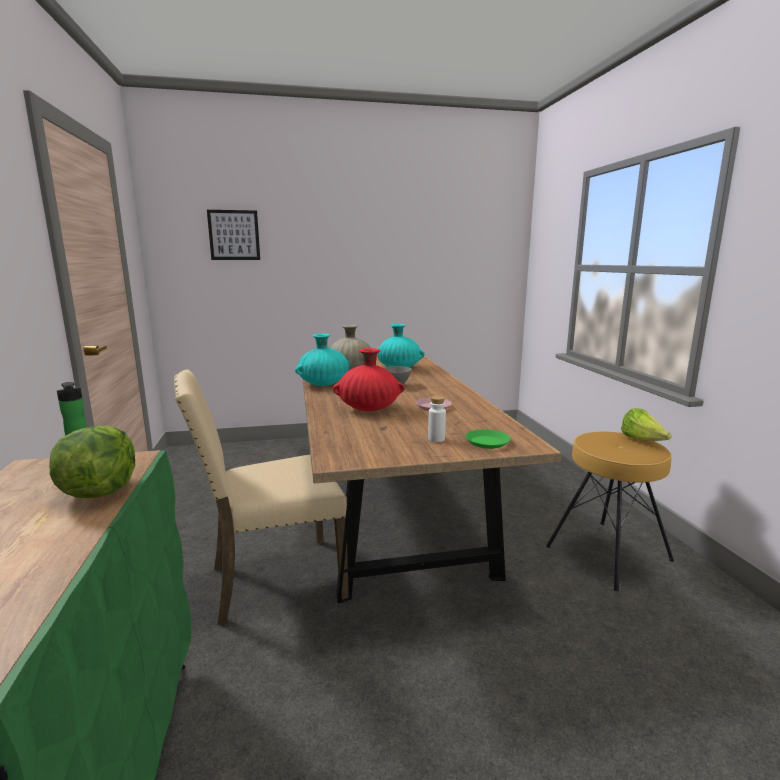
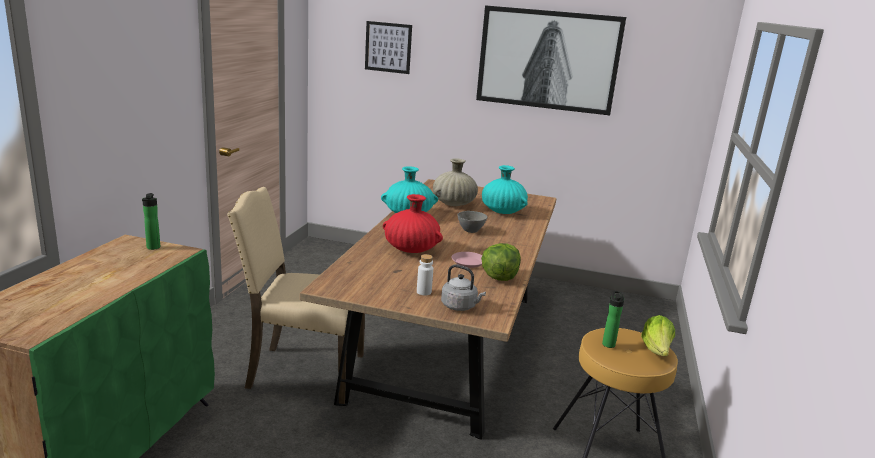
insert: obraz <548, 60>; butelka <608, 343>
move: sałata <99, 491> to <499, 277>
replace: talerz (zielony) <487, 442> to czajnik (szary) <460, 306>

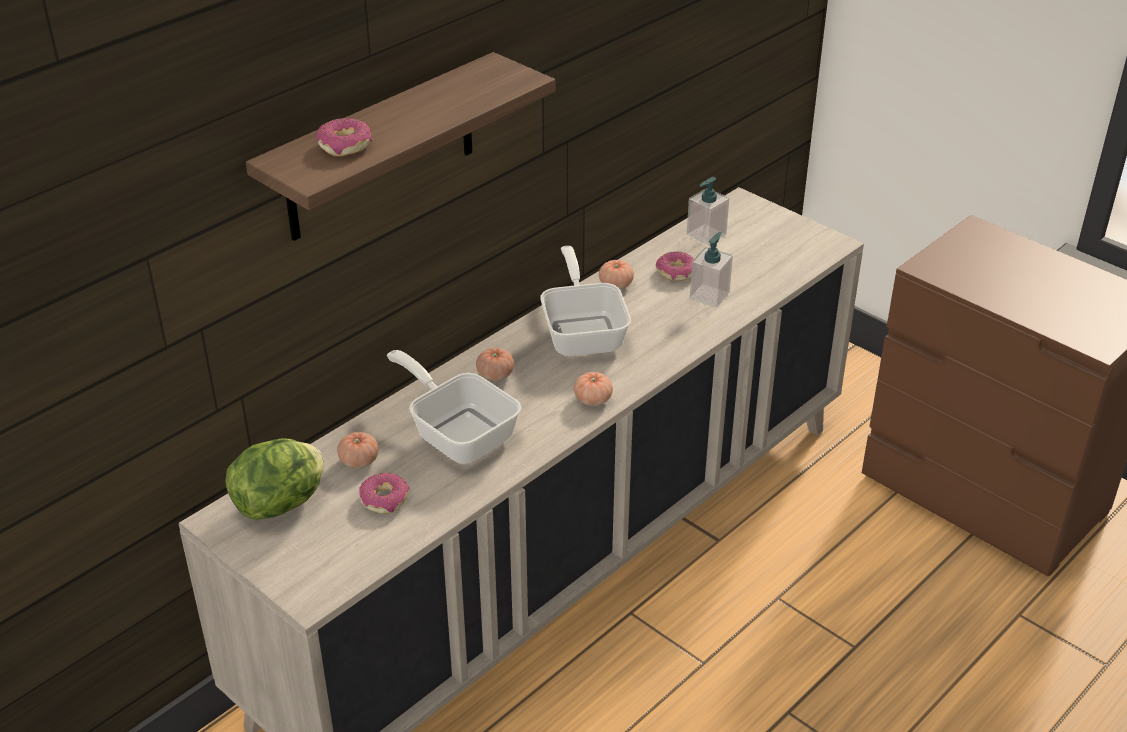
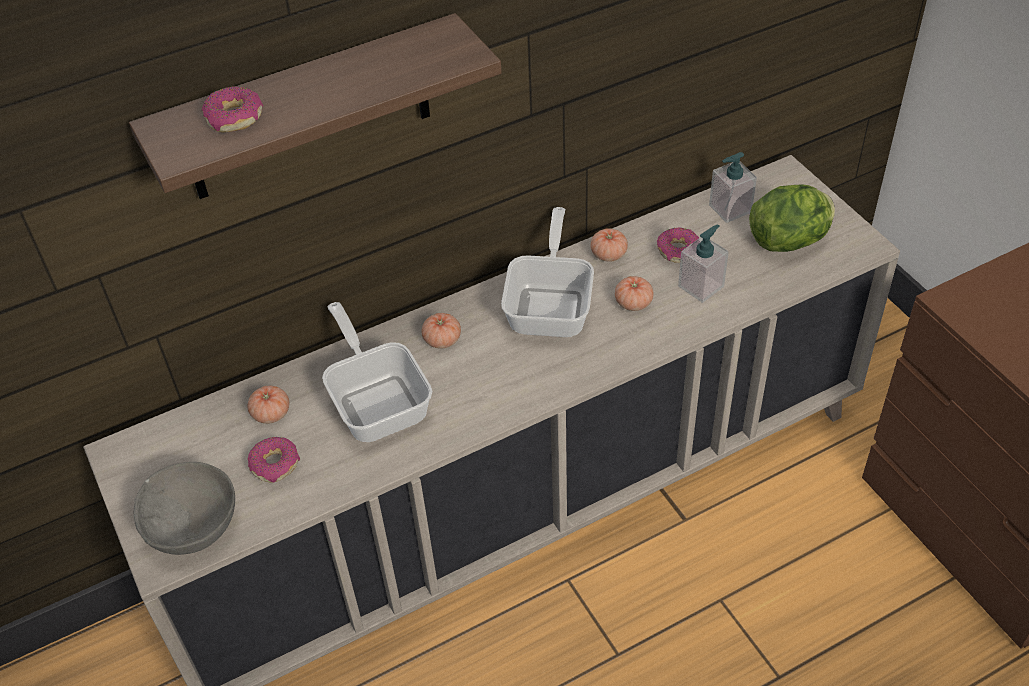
insert: miska (szary) <193, 529>
move: sałata <281, 504> to <790, 241>; pomidor <593, 399> to <633, 303>

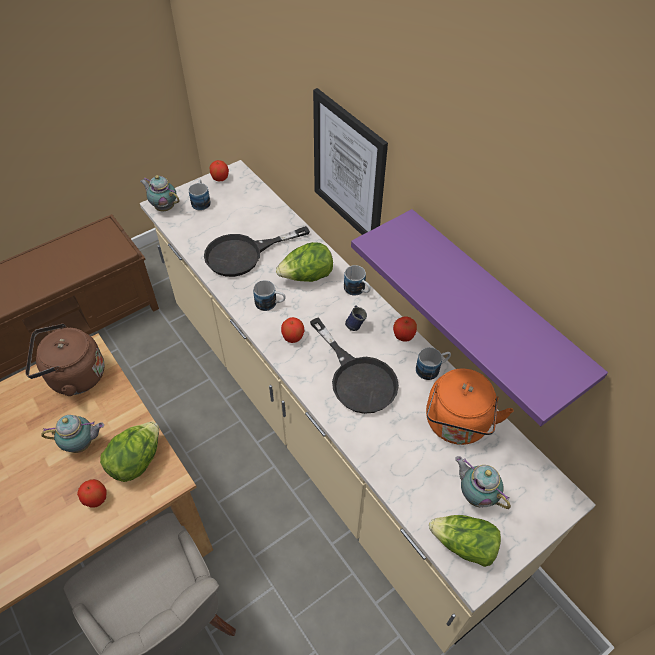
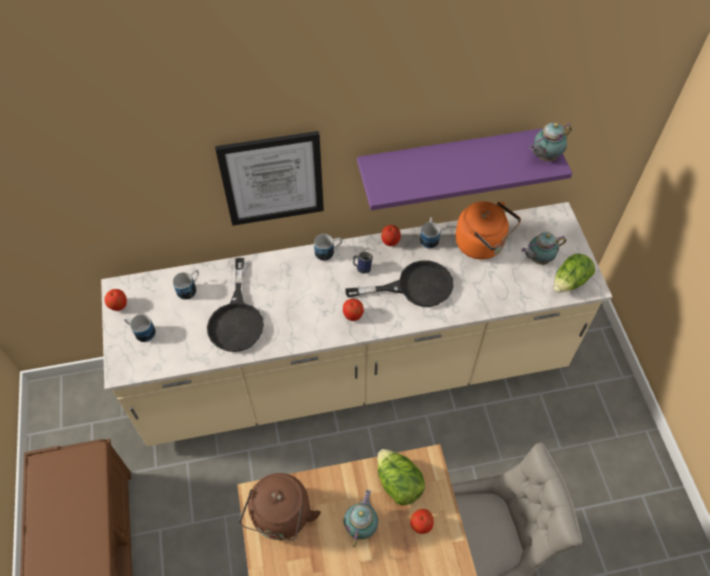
delete: sałata <306, 277>
move: imbryk <164, 207> to <544, 157>; kubek <270, 304> to <190, 288>

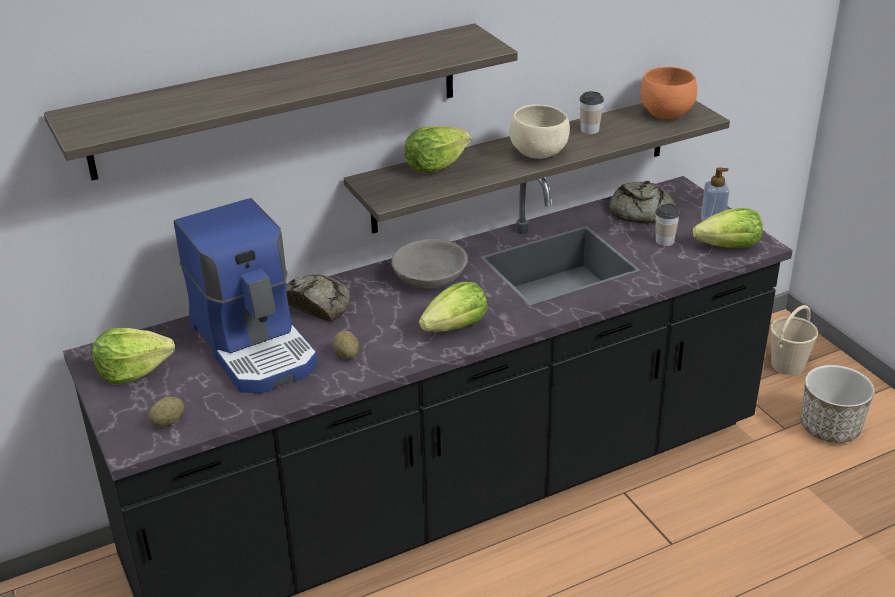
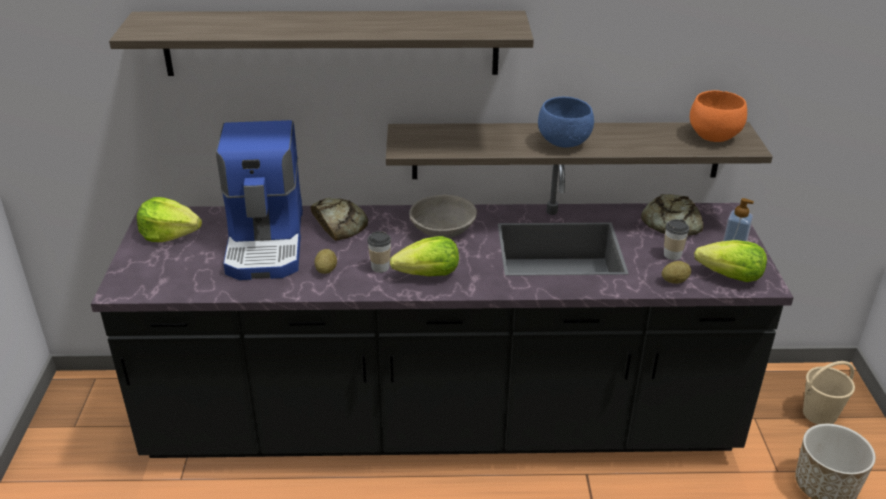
delete: sałata <435, 166>
move: ziemniak <168, 421> to <674, 281>; filiżanka <589, 130> to <380, 267>
recolor: miska (beżowy) <539, 154> to miska (niebieski) <565, 143>

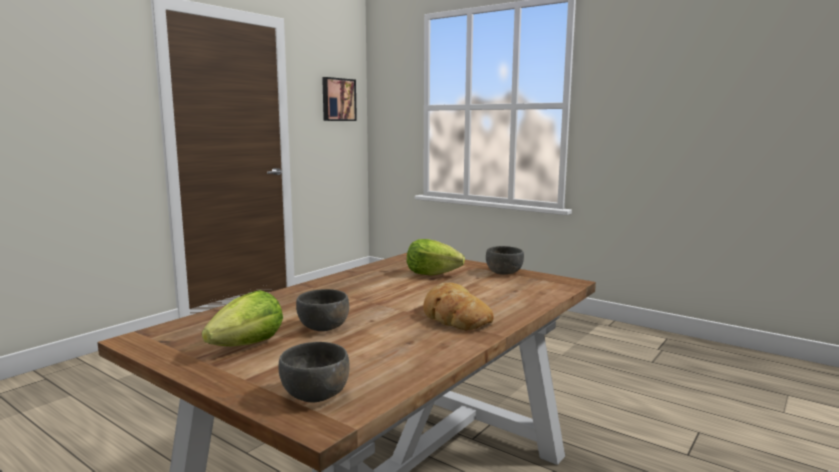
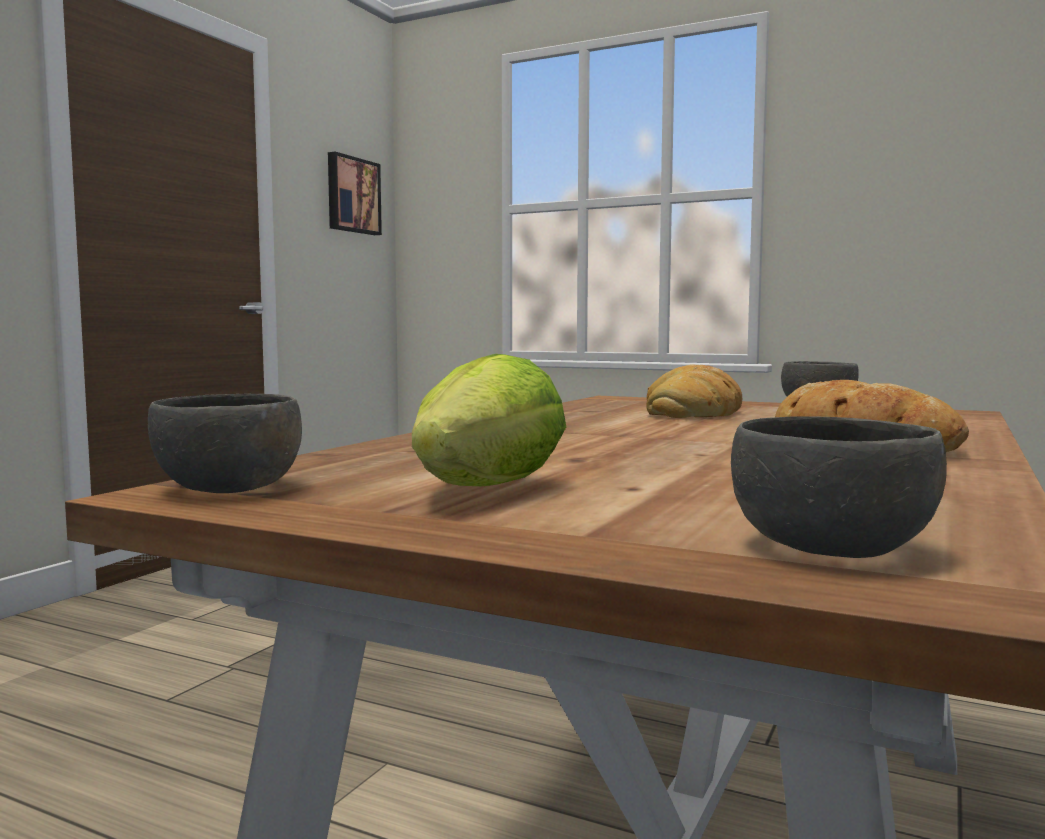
move: miska (szary) <324, 327> to <230, 488>
replace: sałata <432, 274> to chleb <691, 411>

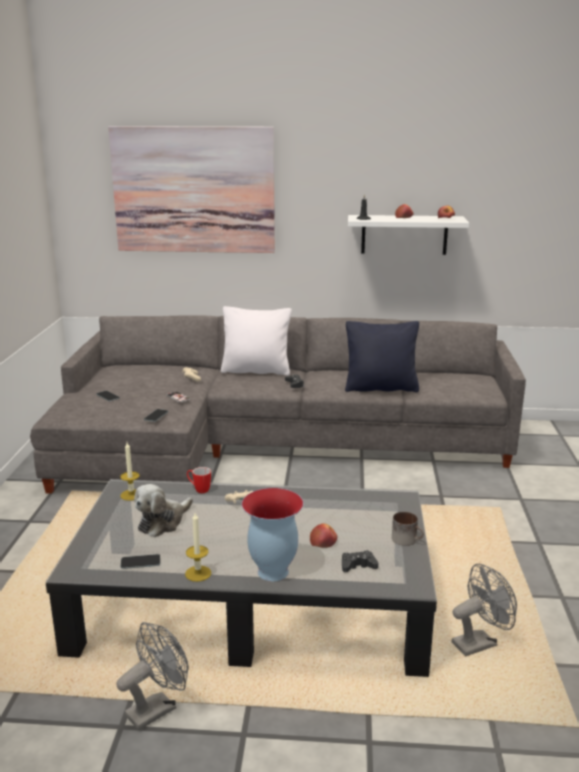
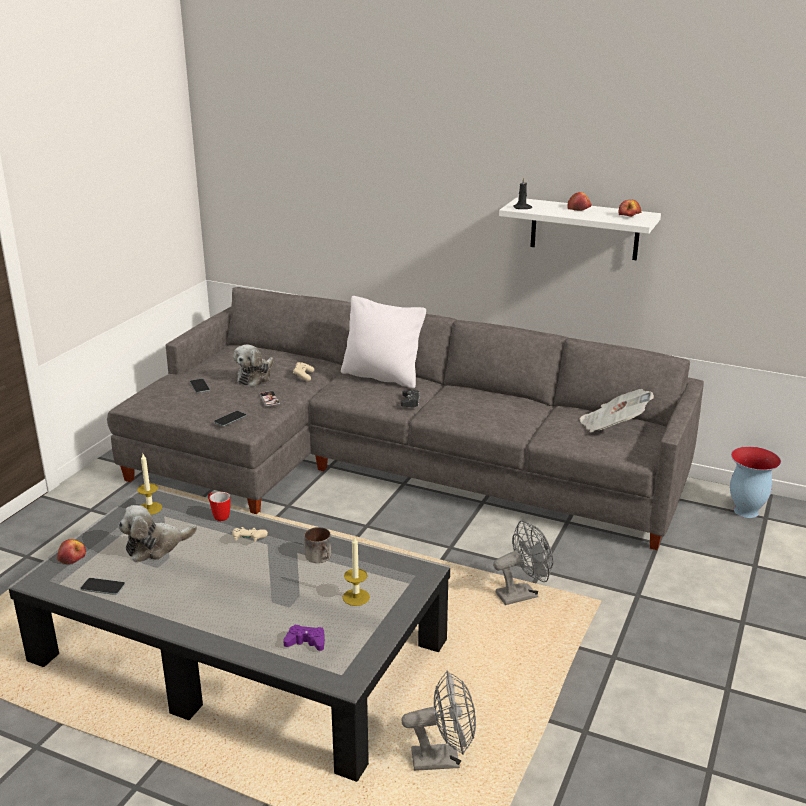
delete: obraz <194, 190>; poduszka (czarny) <381, 388>
insert: pluszak <255, 377>; gazeta <613, 426>
move: wentylator (szary) <157, 708> to <522, 594>; świeca <198, 573> to <356, 597>; wazon <272, 572> to <745, 511>; jabłko <323, 541> to <72, 557>; kubek <407, 539> to <321, 557>
recolor: pad do gier (czarny) <358, 566> to pad do gier (fioletowy) <306, 642>

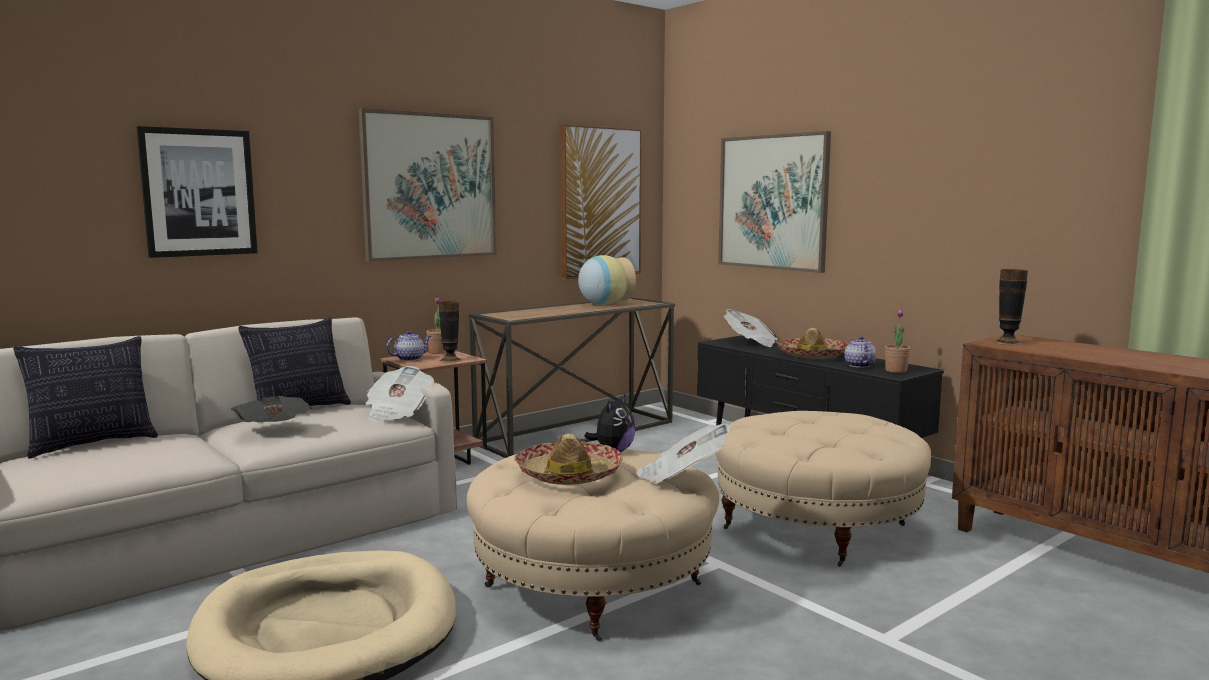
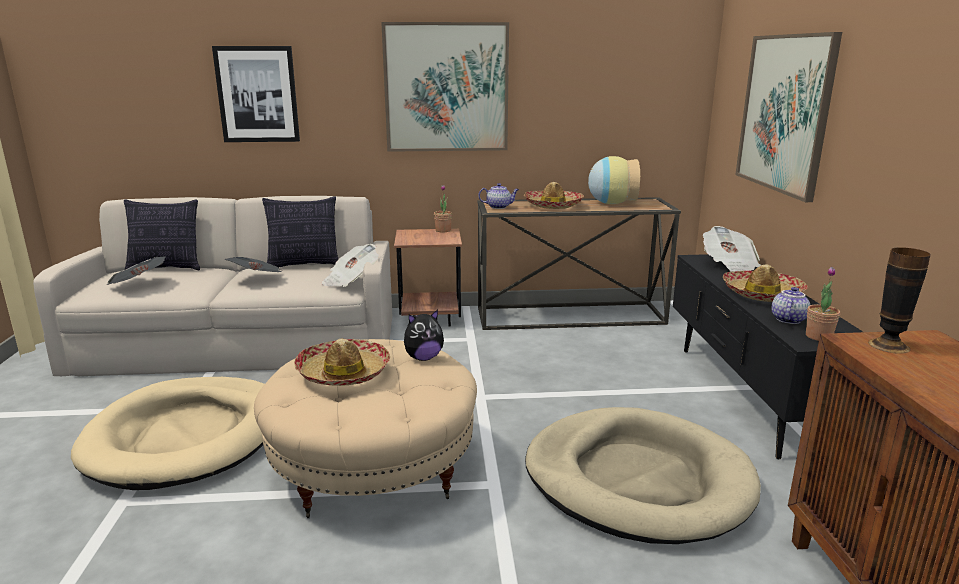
delete: wazon <450, 360>; obraz <600, 202>
insert: kapelusz <553, 205>
move: imbryk <410, 359> to <499, 207>; gazeta <682, 477> to <139, 285>
replace: pufa (beżowy) <816, 527> to legowisko (beżowy) <637, 480>

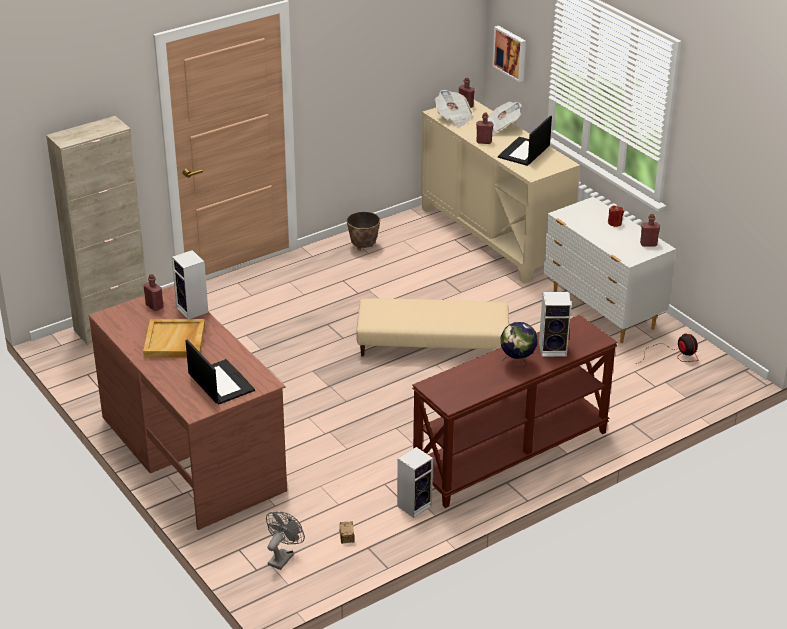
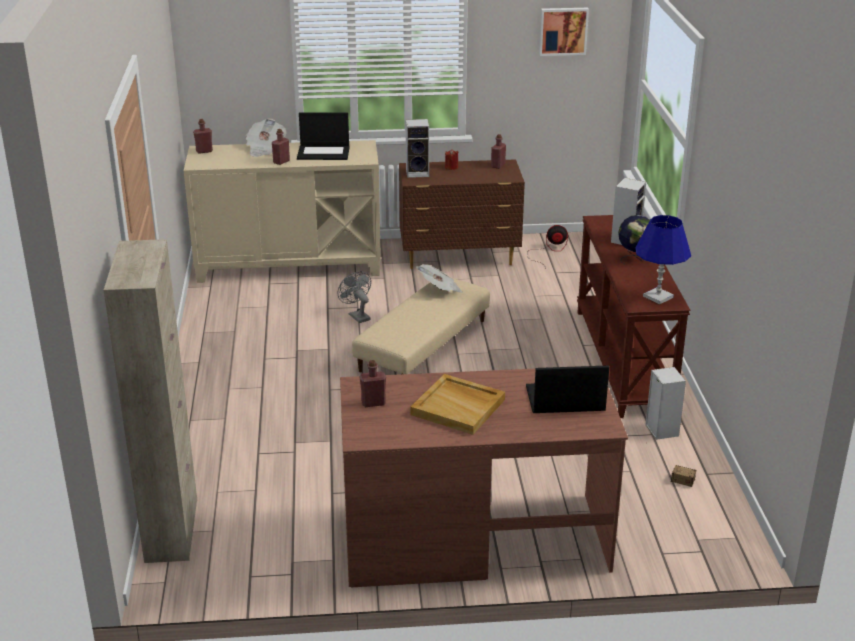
delete: donica <363, 246>
insert: lampa stołowa (niebieski) <658, 296>
move: głośnik <193, 310> to <418, 173>; wentylator (szary) <283, 557> to <357, 316>; gazeta <453, 118> to <439, 290>; obraz <511, 53> to <563, 31>
recolor: komoda (biały) <602, 312> to komoda (brązowy) <460, 258>
rotate: laptop <524, 152> = <324, 152> 60 degrees counterclockwise

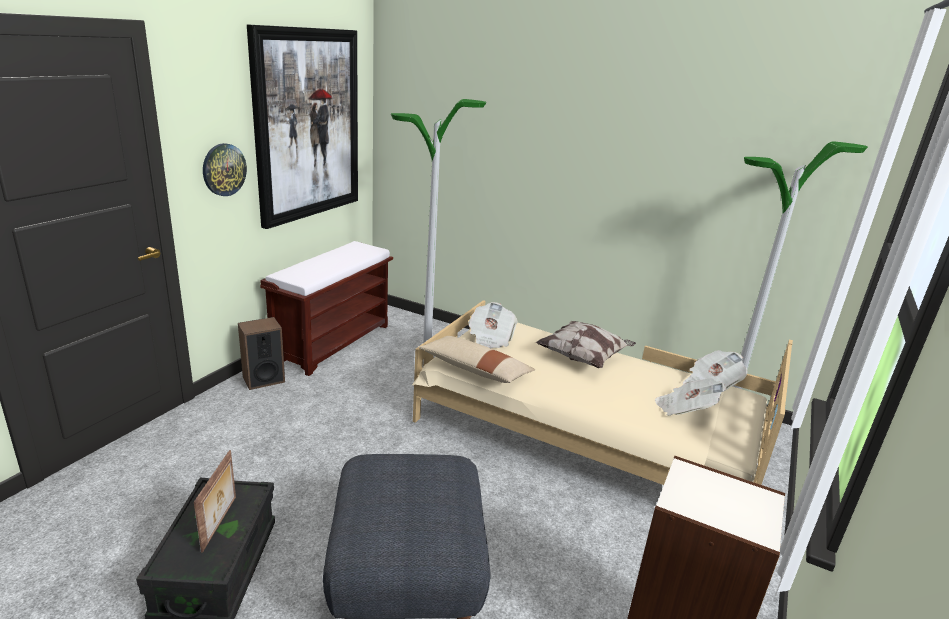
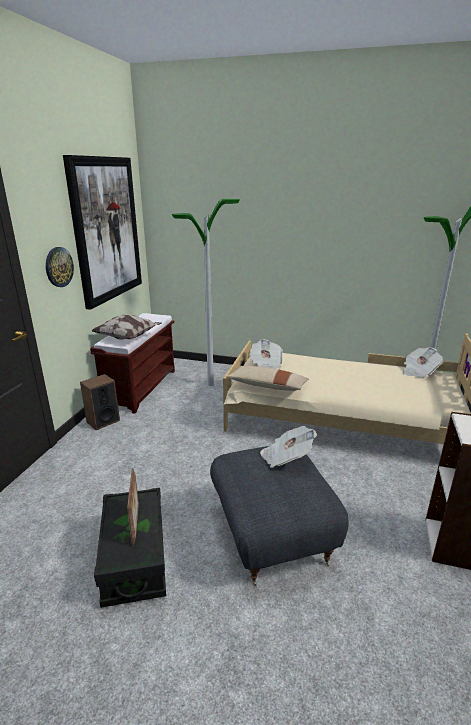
move: poduszka <584, 358> to <129, 337>; gazeta <685, 410> to <286, 457>

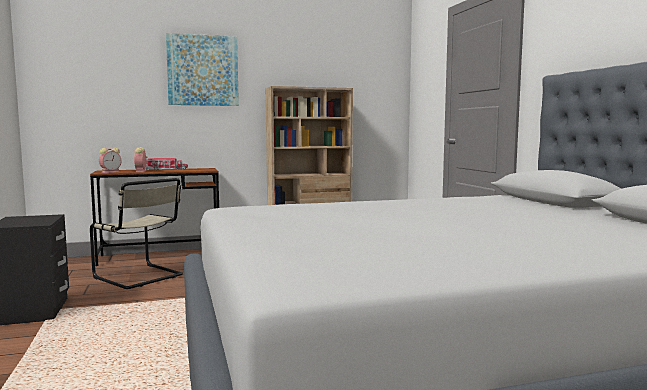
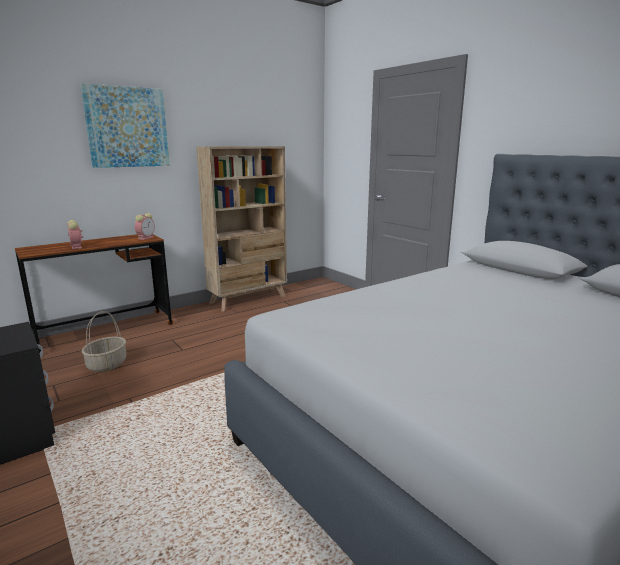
delete: ciężarówka zabawkowa <167, 169>
move: budzik <111, 172> to <146, 238>
replace: krzesło (beżowy) <141, 277> to koszyk <107, 365>

